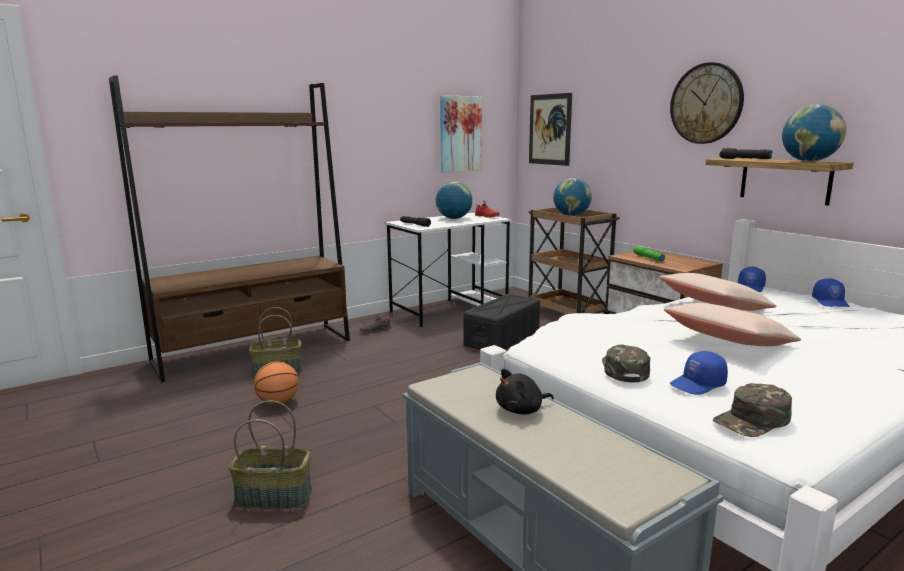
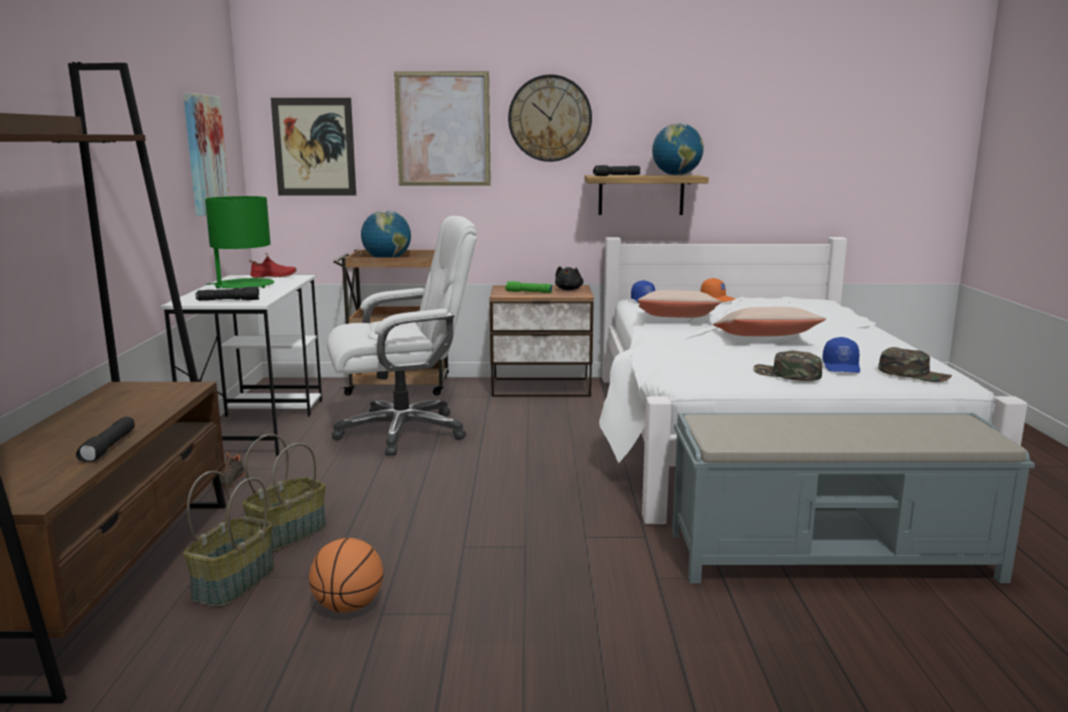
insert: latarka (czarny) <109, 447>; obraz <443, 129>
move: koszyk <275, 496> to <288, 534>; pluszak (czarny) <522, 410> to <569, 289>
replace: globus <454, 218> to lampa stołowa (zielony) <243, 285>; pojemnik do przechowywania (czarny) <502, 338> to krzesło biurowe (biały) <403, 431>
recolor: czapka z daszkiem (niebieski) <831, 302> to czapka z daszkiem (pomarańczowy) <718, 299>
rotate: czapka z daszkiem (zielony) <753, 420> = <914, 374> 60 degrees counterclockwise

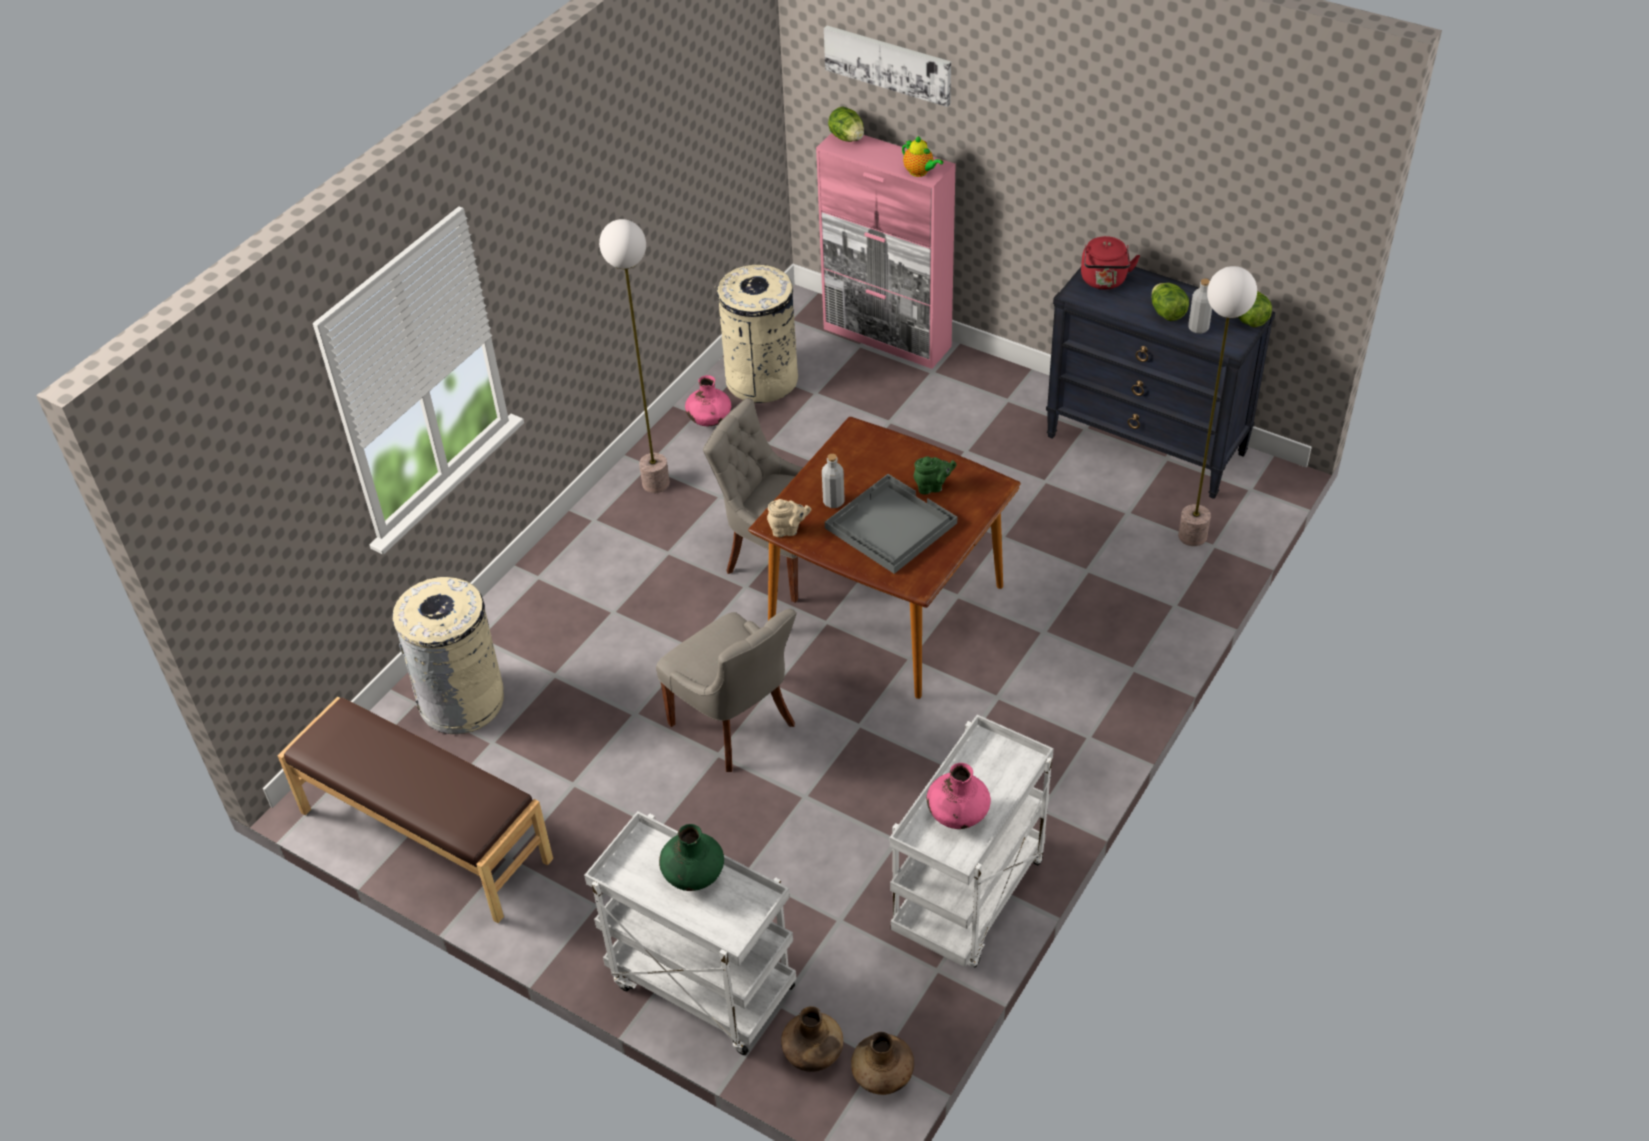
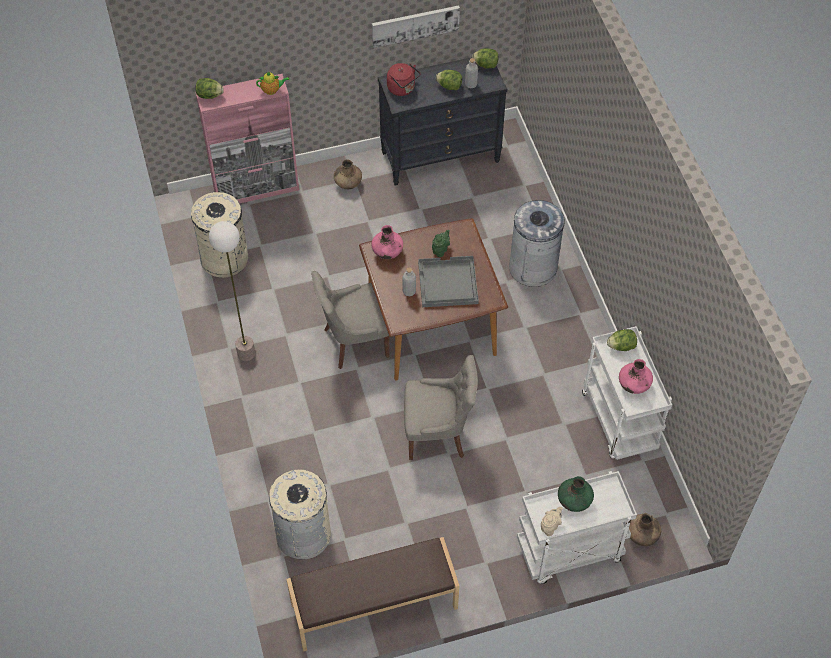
delete: lampa stojąca <1192, 536>
insert: kosz na śmieci (szary) <533, 267>; sałata <621, 346>
move: wazon (różowy) <709, 420> to <387, 252>; imbryk (beżowy) <788, 530> to <550, 526>; obraz <888, 64> to <415, 25>; wazon (brązowy) <883, 1076> to <348, 183>

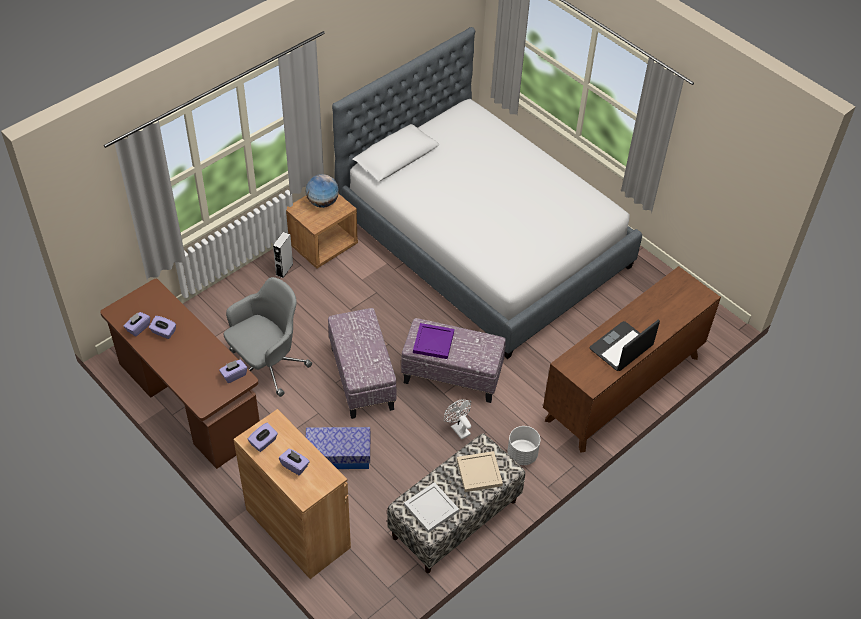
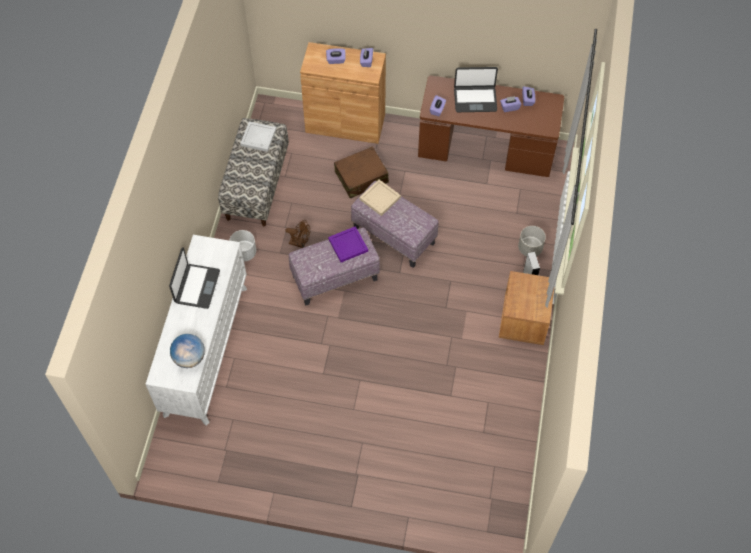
delete: krzesło biurowe (szary) <267, 365>; łóżko <483, 241>
insert: laptop <475, 99>; donica (szary) <530, 248>
move: globus <322, 202> to <190, 358>; taca (beżowy) <480, 473> to <379, 198>
replace: pojemnik do przechowywania <338, 455> to walizka (brązowy) <361, 177>
recolor: wentylator (biały) <458, 428> to wentylator (brązowy) <300, 243>; komoda (brązowy) <622, 388> to komoda (biały) <206, 349>

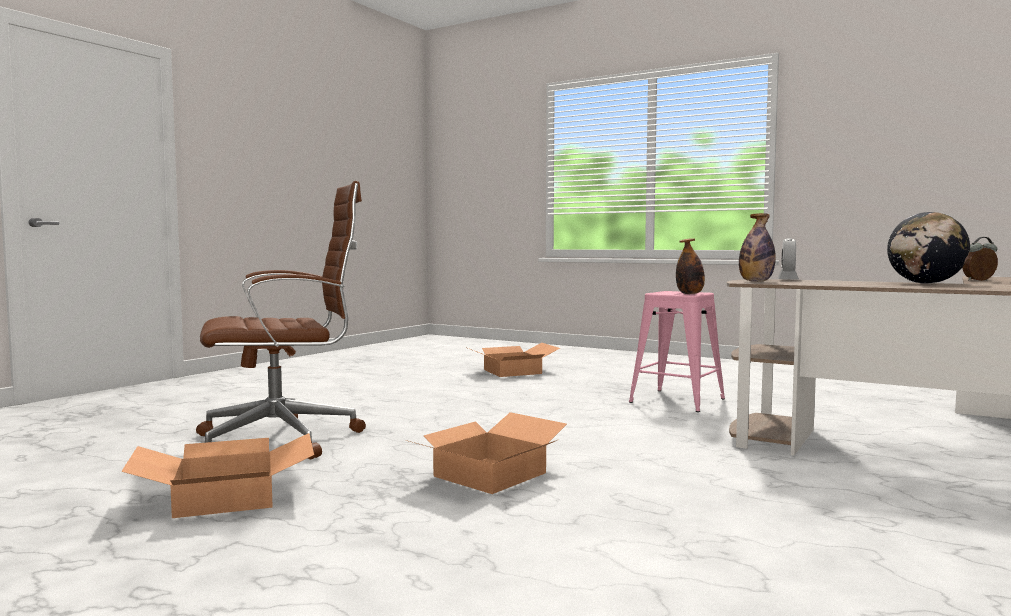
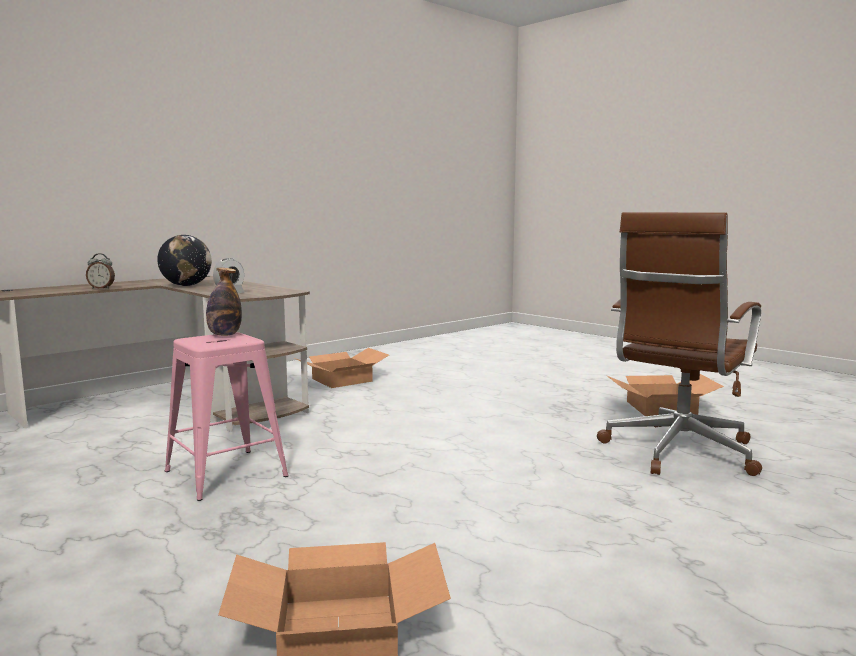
delete: butelka <756, 281>
move: karton <490, 475> to <342, 379>
rotate: krzesło biurowe (brązowy) <284, 439> = <677, 452> 45 degrees counterclockwise

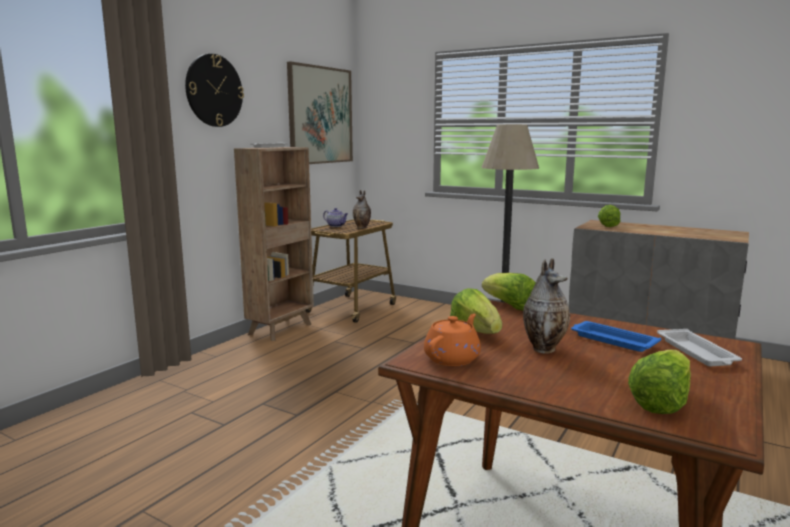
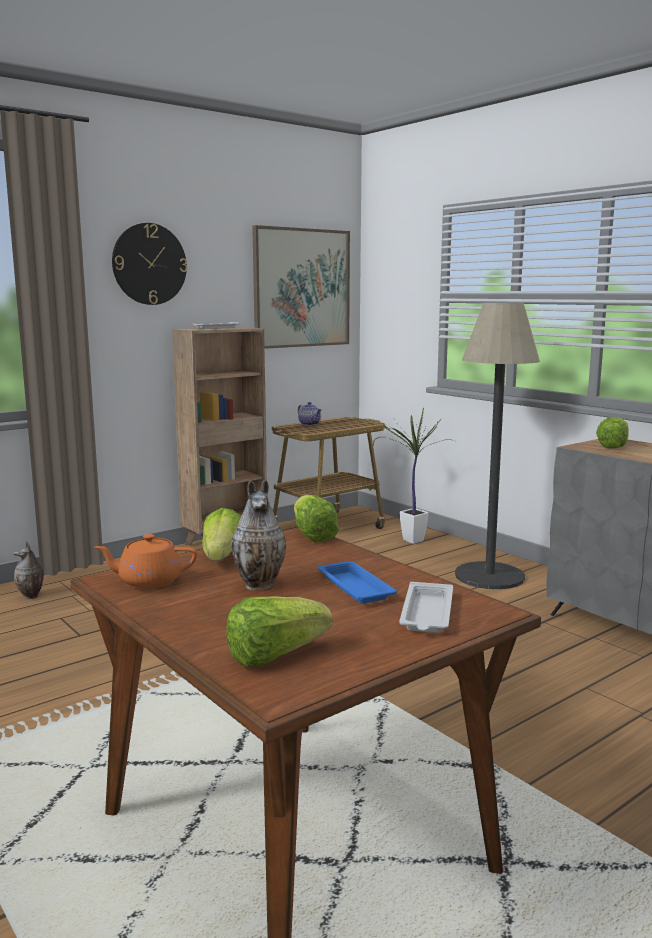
insert: roślina doniczkowa <408, 541>
move: wazon <362, 227> to <31, 596>
rotate: imbryk (pomarańczowy) <453, 358> = <148, 581> 150 degrees counterclockwise

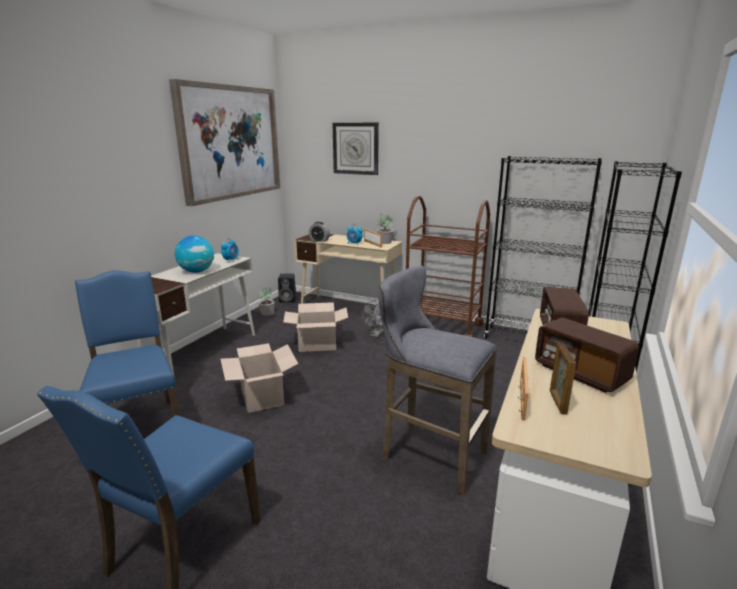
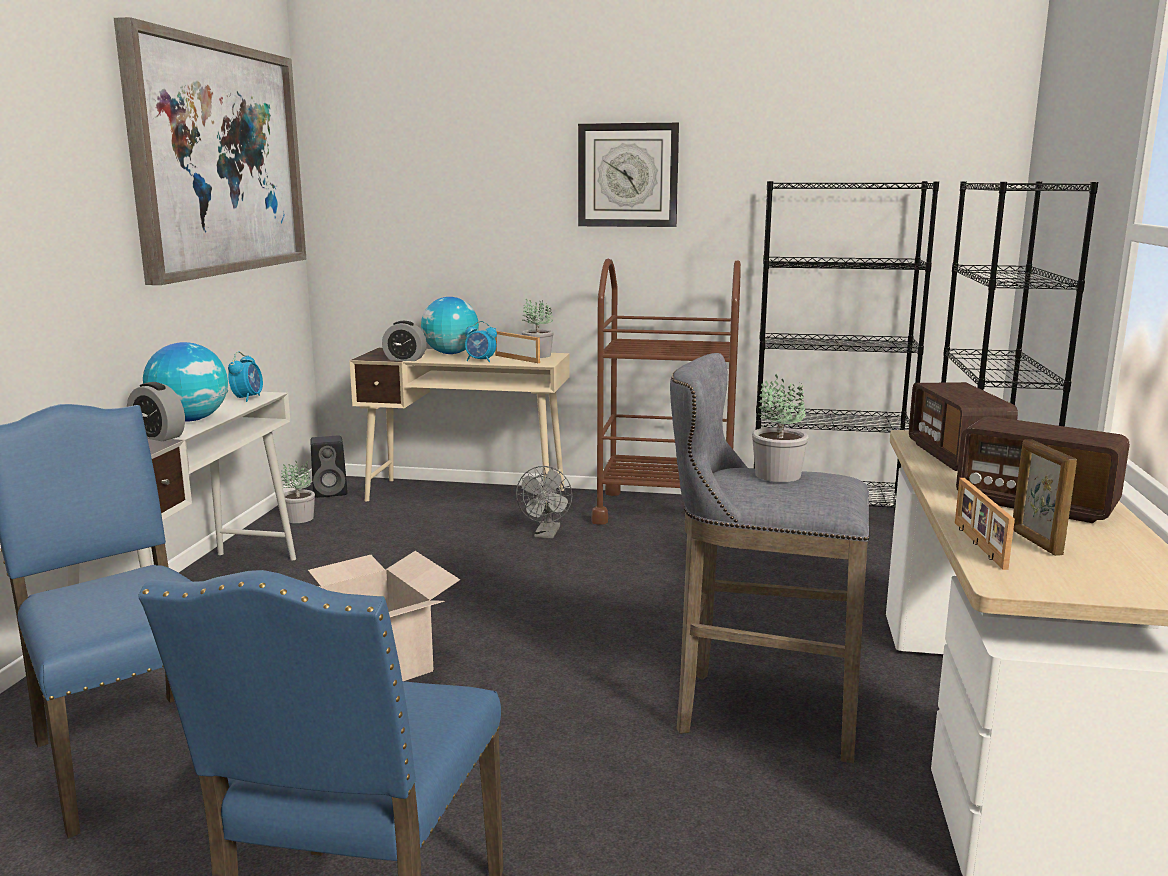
delete: karton <317, 344>
insert: budzik <158, 436>; globus <451, 353>; roślina doniczkowa <776, 475>
move: zegar ścienny <356, 148> to <628, 175>

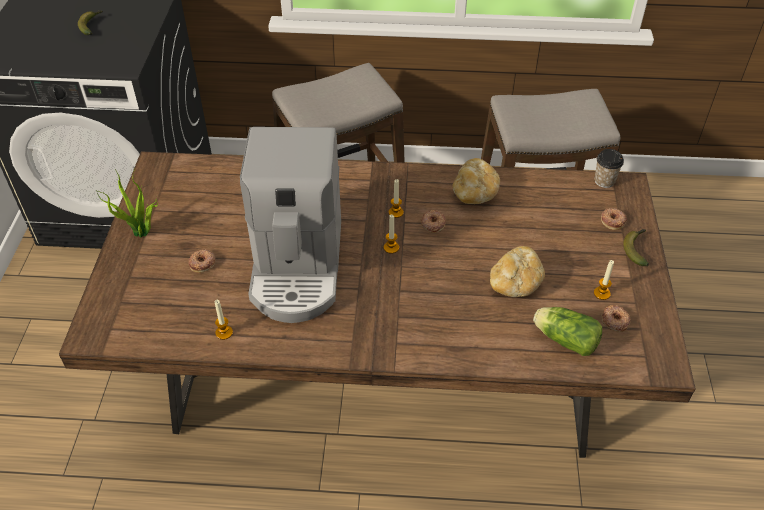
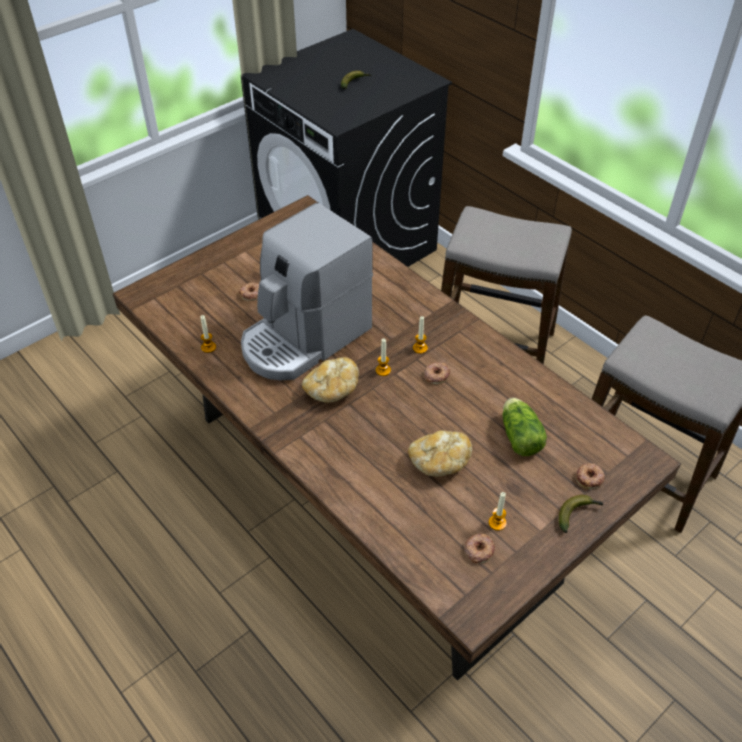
delete: roślina doniczkowa <142, 234>; filiżanka <604, 181>
move: chleb <474, 193> to <332, 390>; sałata <563, 339> to <519, 435>

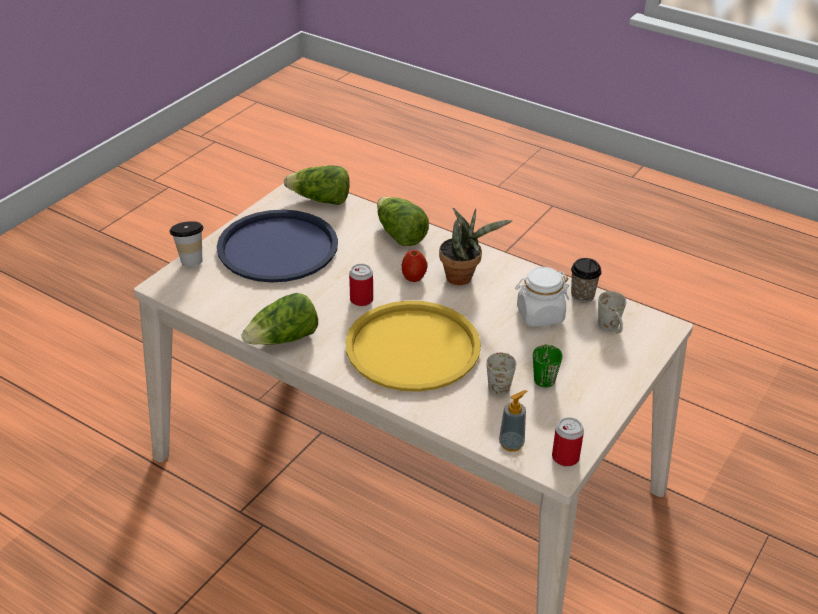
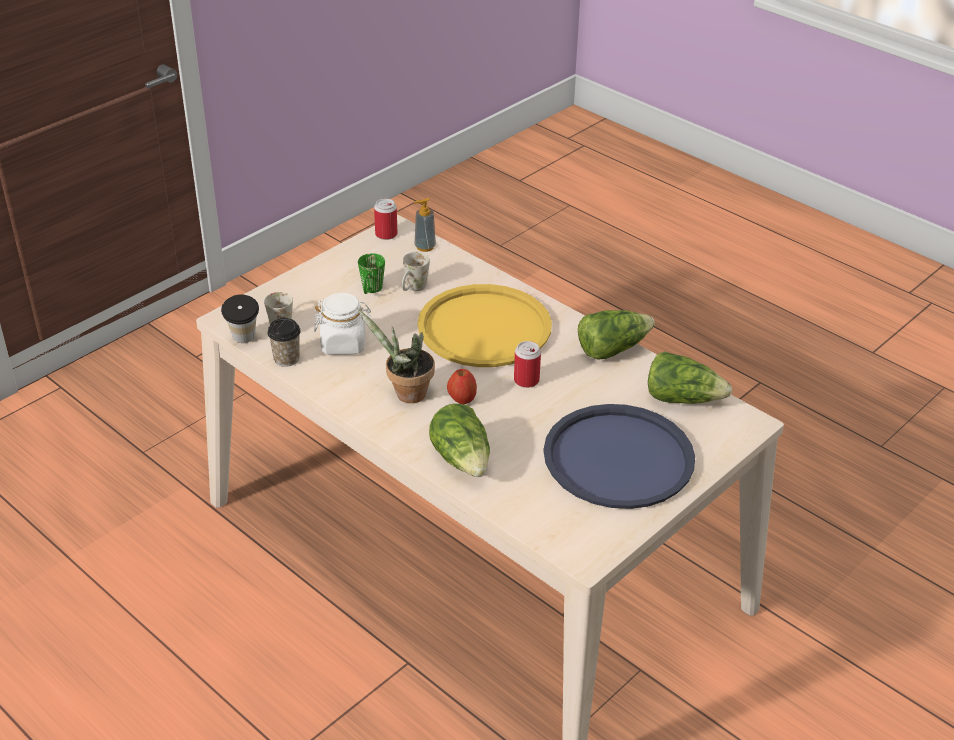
move: filiżanka <191, 260> to <244, 341>; sałata <320, 200> to <682, 398>

